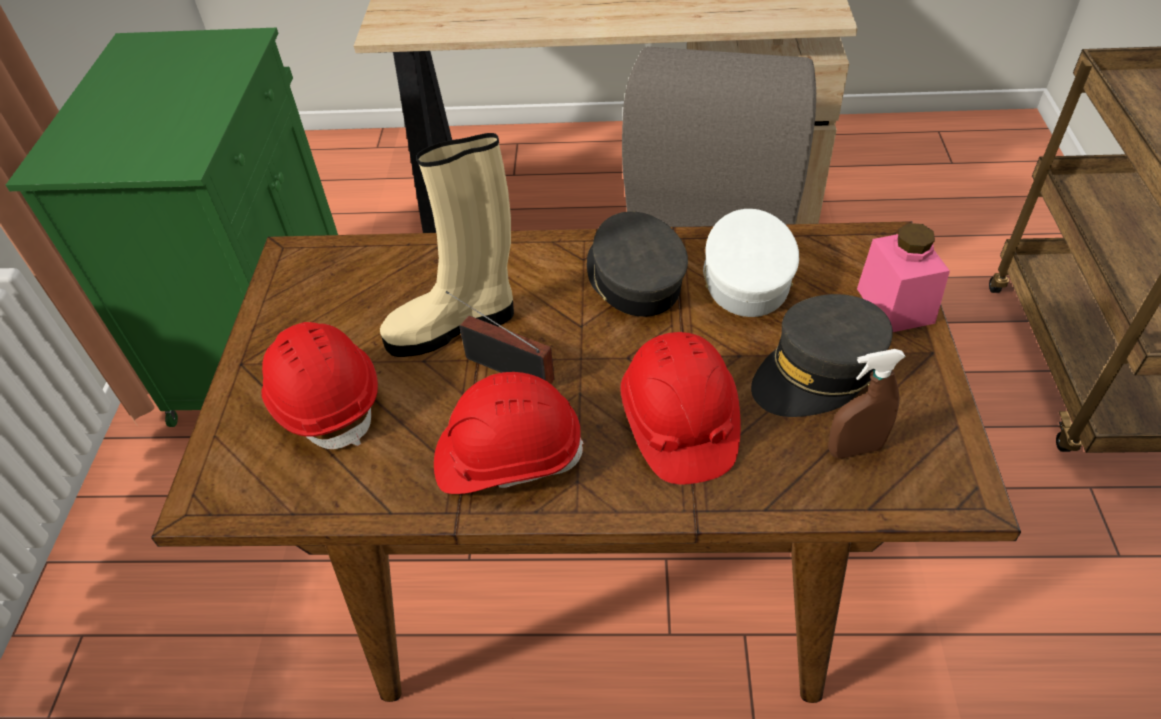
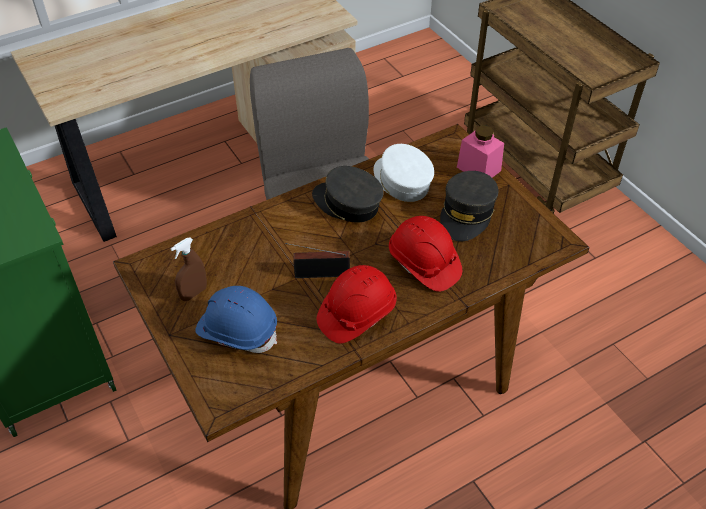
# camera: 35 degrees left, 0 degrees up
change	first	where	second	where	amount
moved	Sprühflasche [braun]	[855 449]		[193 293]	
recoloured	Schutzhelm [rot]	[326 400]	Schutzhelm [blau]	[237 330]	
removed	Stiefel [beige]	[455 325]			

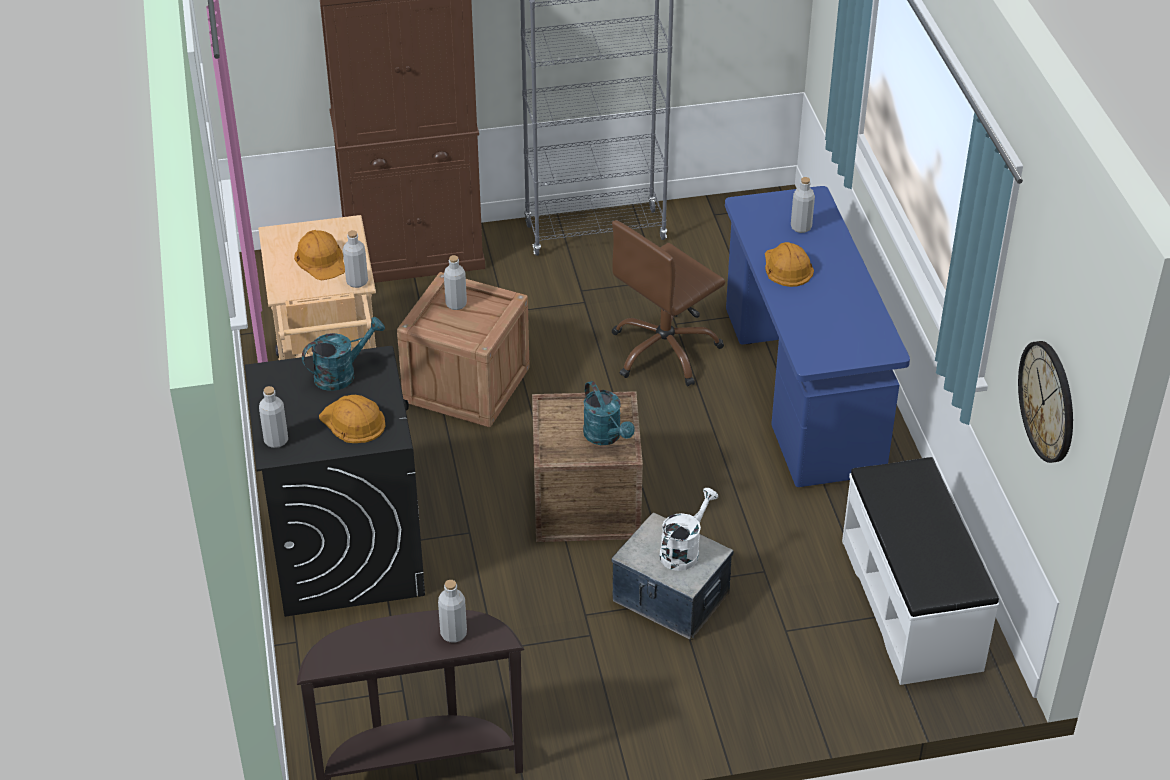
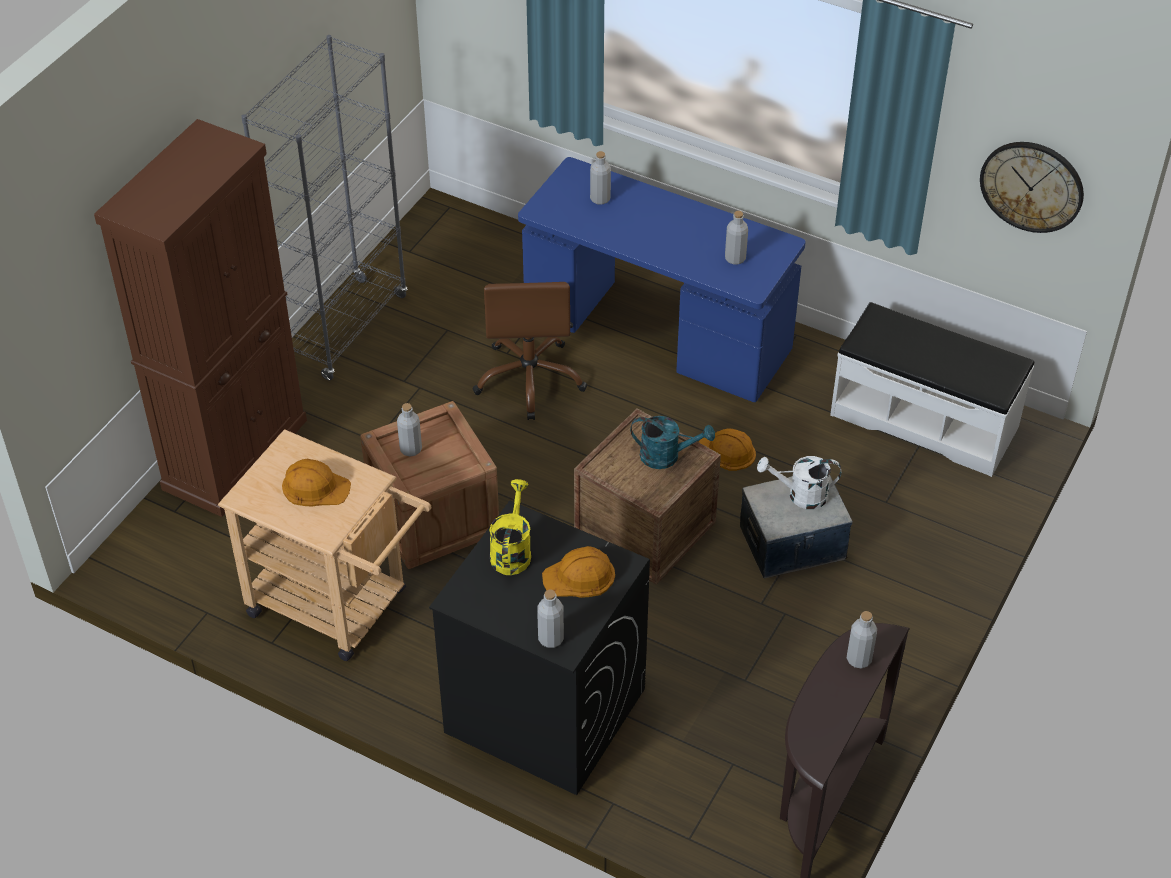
# camera: 50 degrees left, 5 degrees up
change	first	where	second	where	amount
recoloured	Gießkanne [türkis]	[342 374]	Gießkanne [gelb]	[511 550]	
moved	Schutzhelm [orange]	[787 267]		[727 451]	
moved	Flasche [grau]	[357 282]		[735 258]	
turned	Gießkanne [weiß]	[684 550]		[800 495]	75 degrees counterclockwise

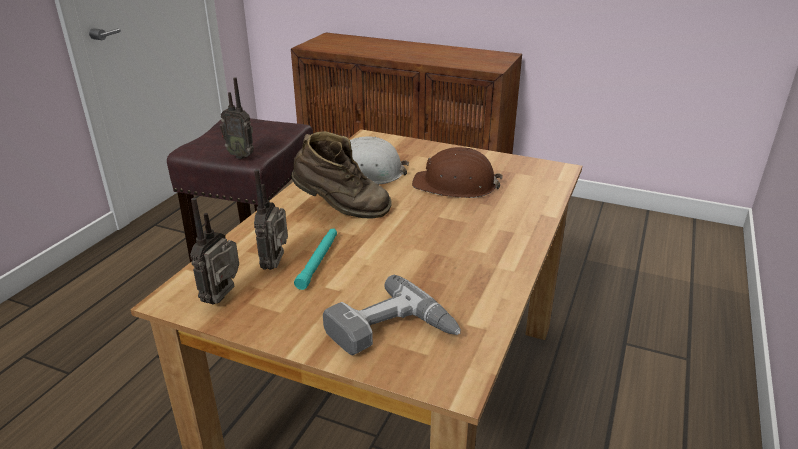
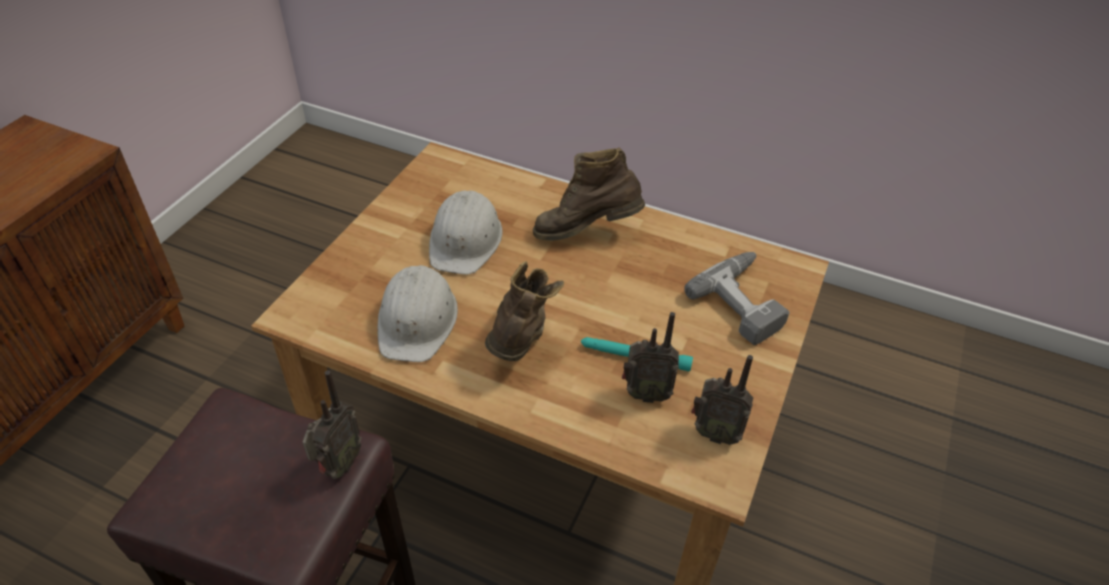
# camera: 90 degrees left, 15 degrees up
change	first	where	second	where	amount
recoloured	Schutzhelm [braun]	[455 185]	Schutzhelm [weiß]	[465 240]	
added			Stiefel [braun]	[586 232]	

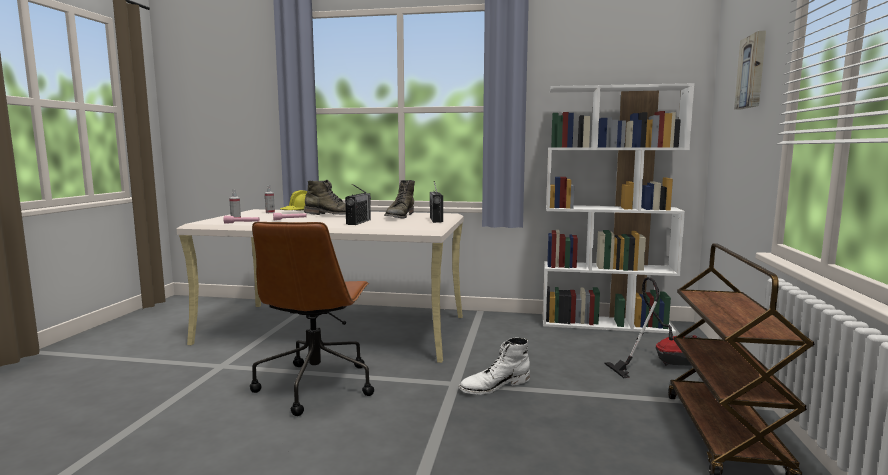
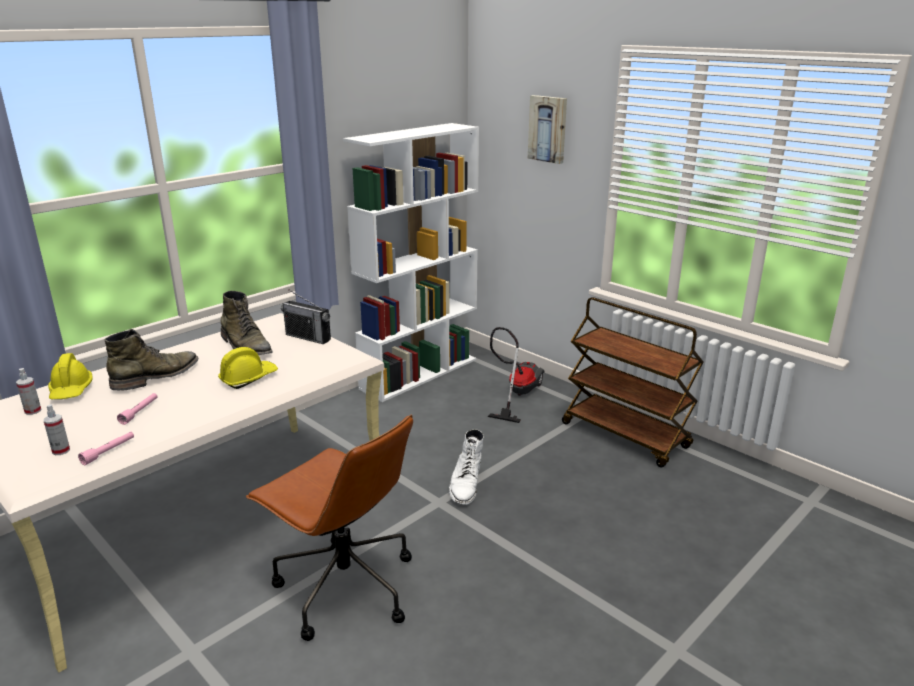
# camera: 55 degrees left, 15 degrees up
change	first	where	second	where	amount
replaced	Radio	[358 222]	Schutzhelm [gelb]	[248 378]	

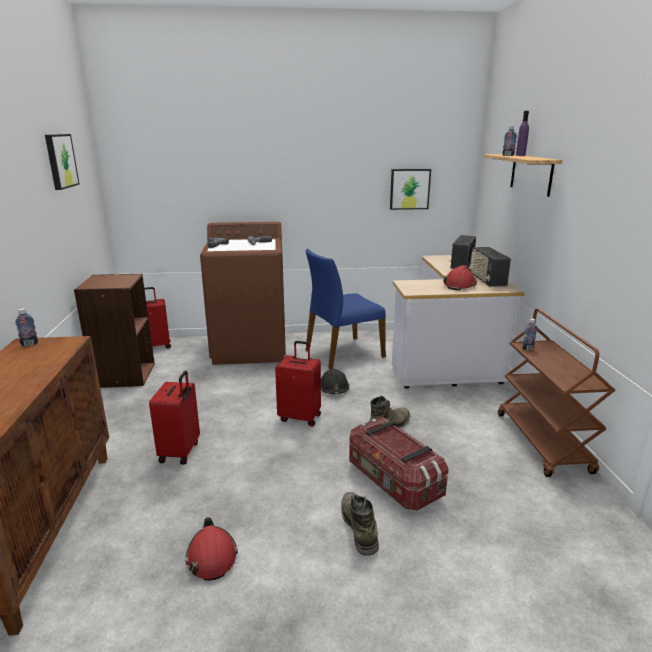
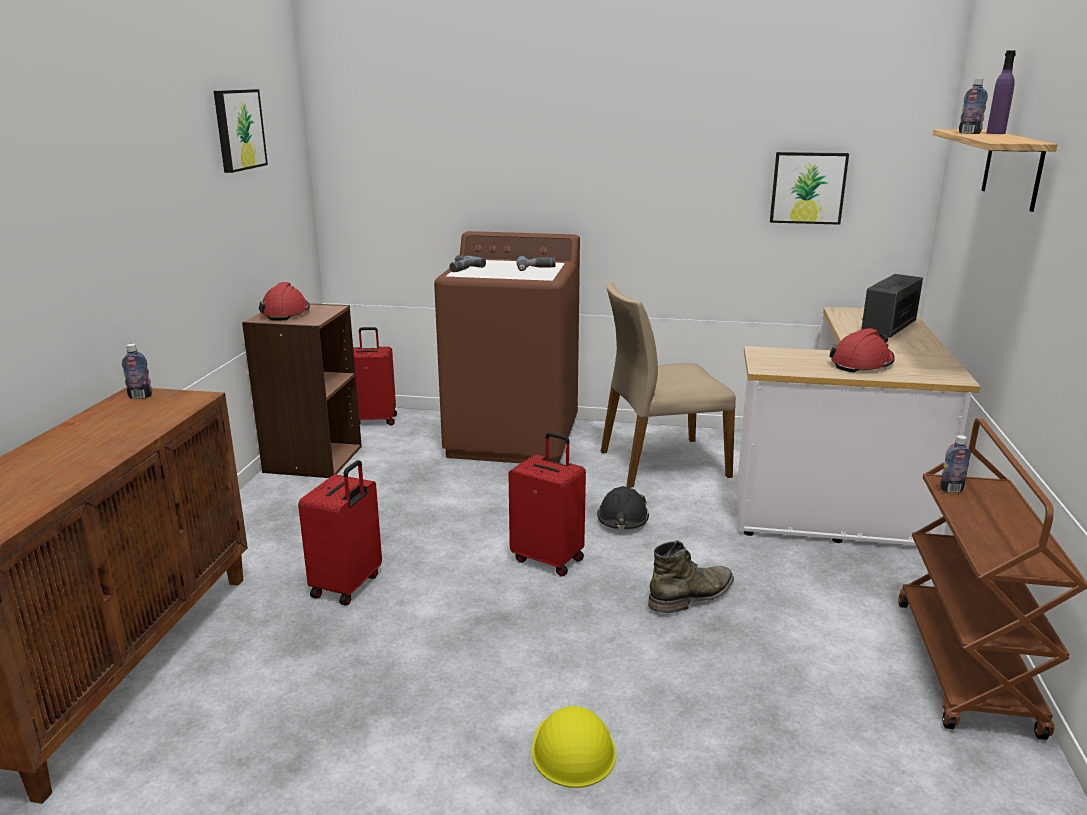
# camera: 15 degrees right, 0 degrees up
change	first	where	second	where	amount
moved	Schutzhelm [rot]	[211 556]		[285 313]	
replaced	Stiefel [grün]	[359 526]	Schutzhelm [gelb]	[573 749]	
recoloured	Stuhl [blau]	[343 353]	Stuhl [beige]	[661 463]	
removed	Aufbewahrungsbox	[393 481]			
removed	Radio	[487 281]			

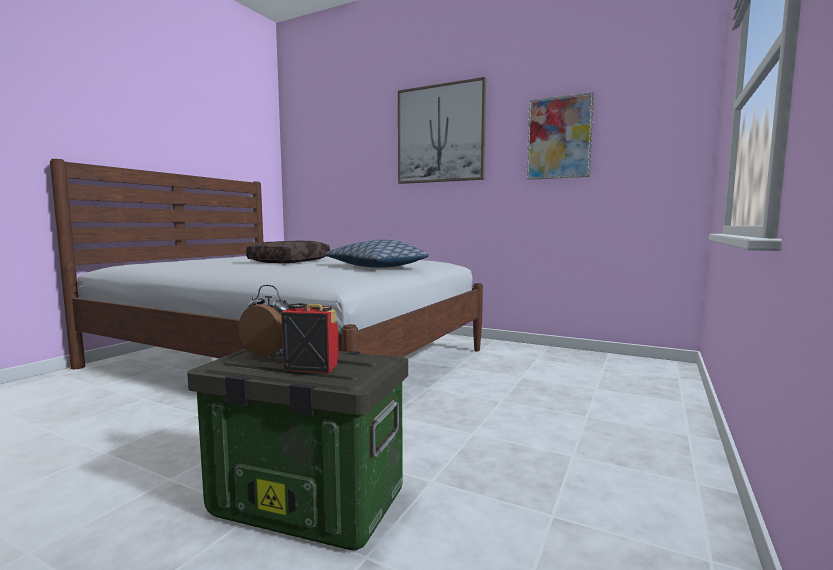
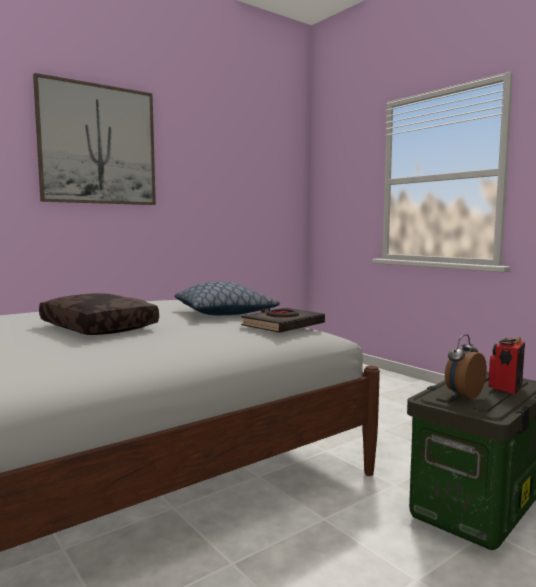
# camera: 65 degrees left, 0 degrees up
change	first	where	second	where	amount
added			Buch [schwarz]	[283 326]	
removed	Bild	[559 138]			

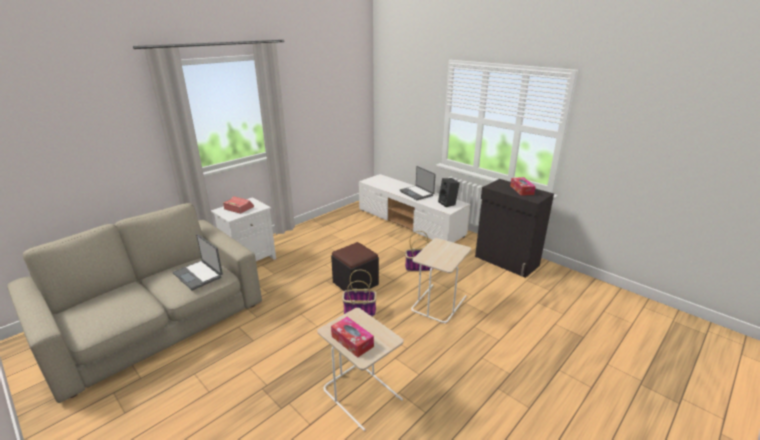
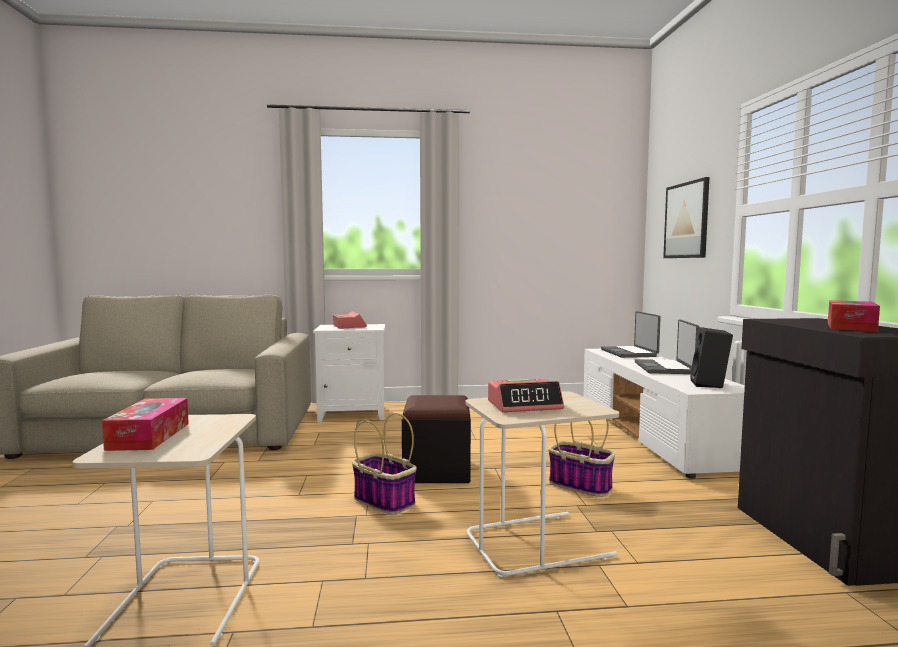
# camera: 40 degrees right, 20 degrees down
change	first	where	second	where	amount
added			Wecker	[525 405]	
moved	Laptop	[199 275]		[629 353]	
added			Bild	[686 220]	

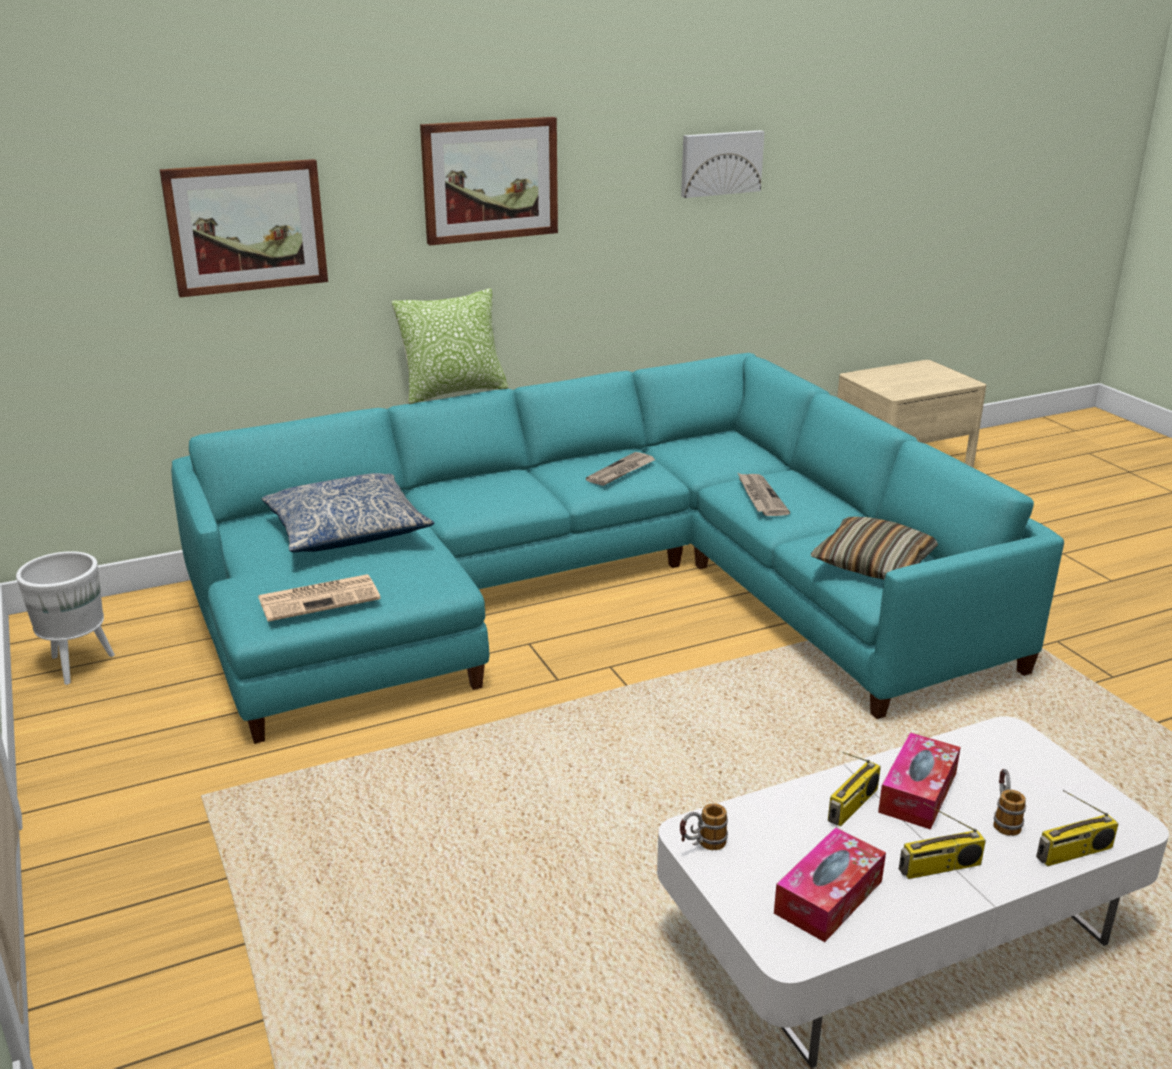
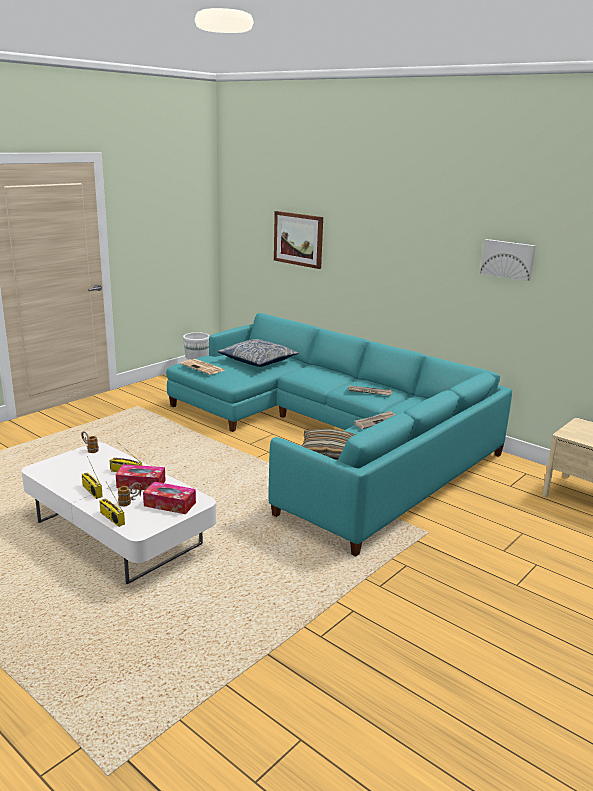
# camera: 65 degrees right, 5 degrees down
change	first	where	second	where	amount
moved	Taschentuchbox	[828 897]		[170 504]	
removed	Kissen	[453 392]			
removed	Bild	[490 180]			

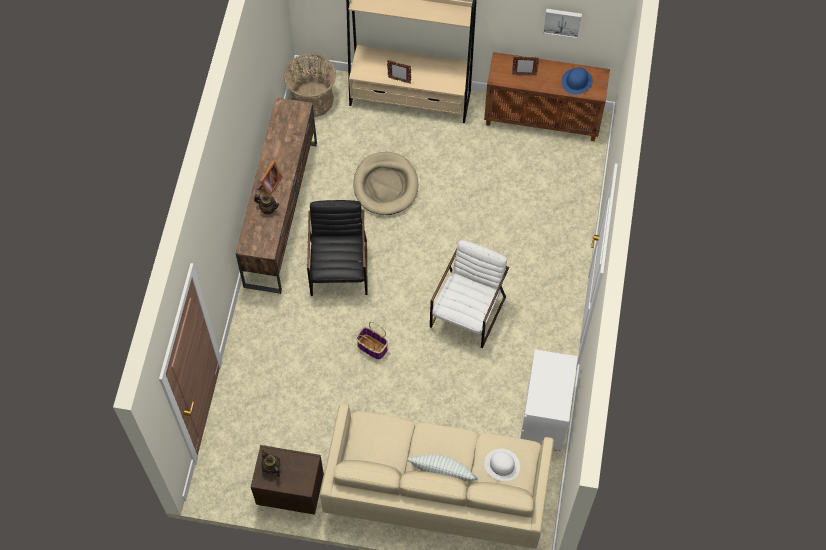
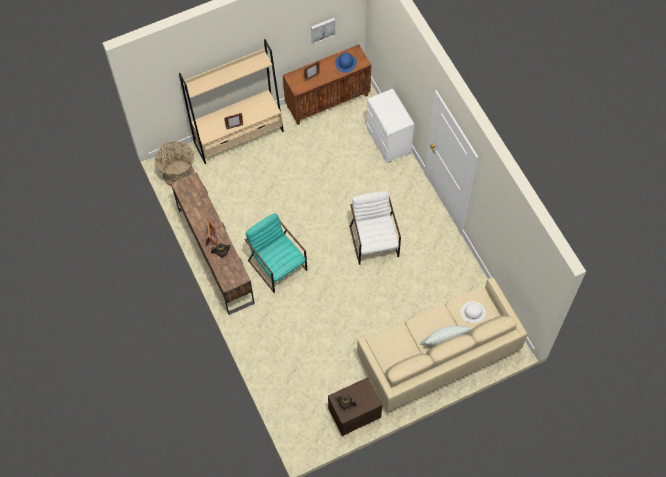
# camera: 35 degrees left, 0 degrees up
change	first	where	second	where	amount
recoloured	Sessel [schwarz]	[339 268]	Sessel [türkis]	[277 265]	
moved	Kommode [weiß]	[544 416]		[388 141]	
removed	Hundebett [beige]	[385 185]			
removed	Korb	[371 347]			

